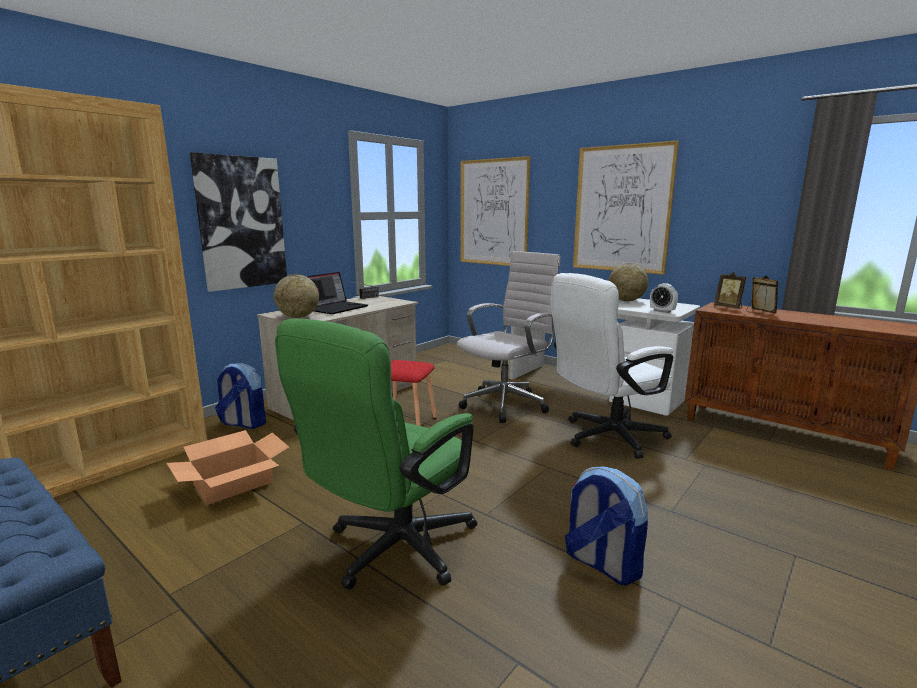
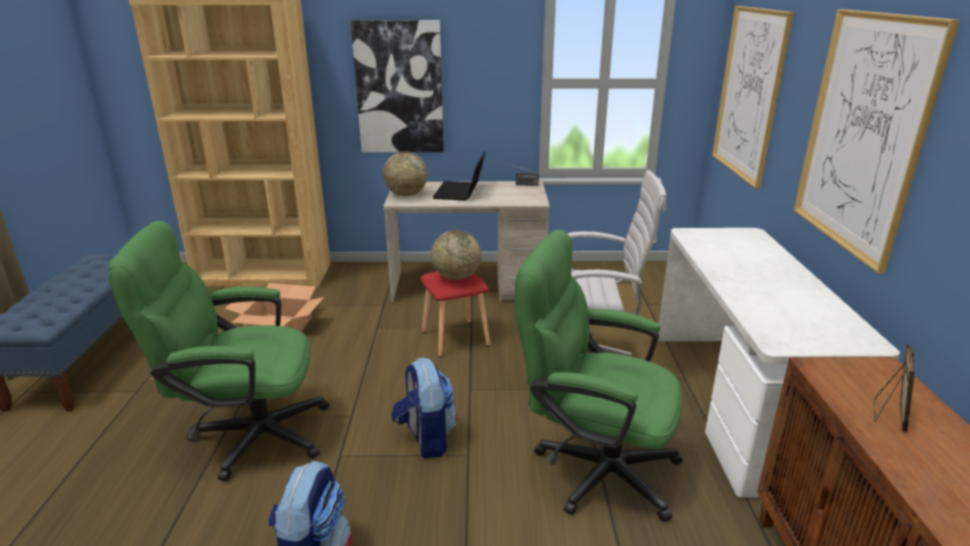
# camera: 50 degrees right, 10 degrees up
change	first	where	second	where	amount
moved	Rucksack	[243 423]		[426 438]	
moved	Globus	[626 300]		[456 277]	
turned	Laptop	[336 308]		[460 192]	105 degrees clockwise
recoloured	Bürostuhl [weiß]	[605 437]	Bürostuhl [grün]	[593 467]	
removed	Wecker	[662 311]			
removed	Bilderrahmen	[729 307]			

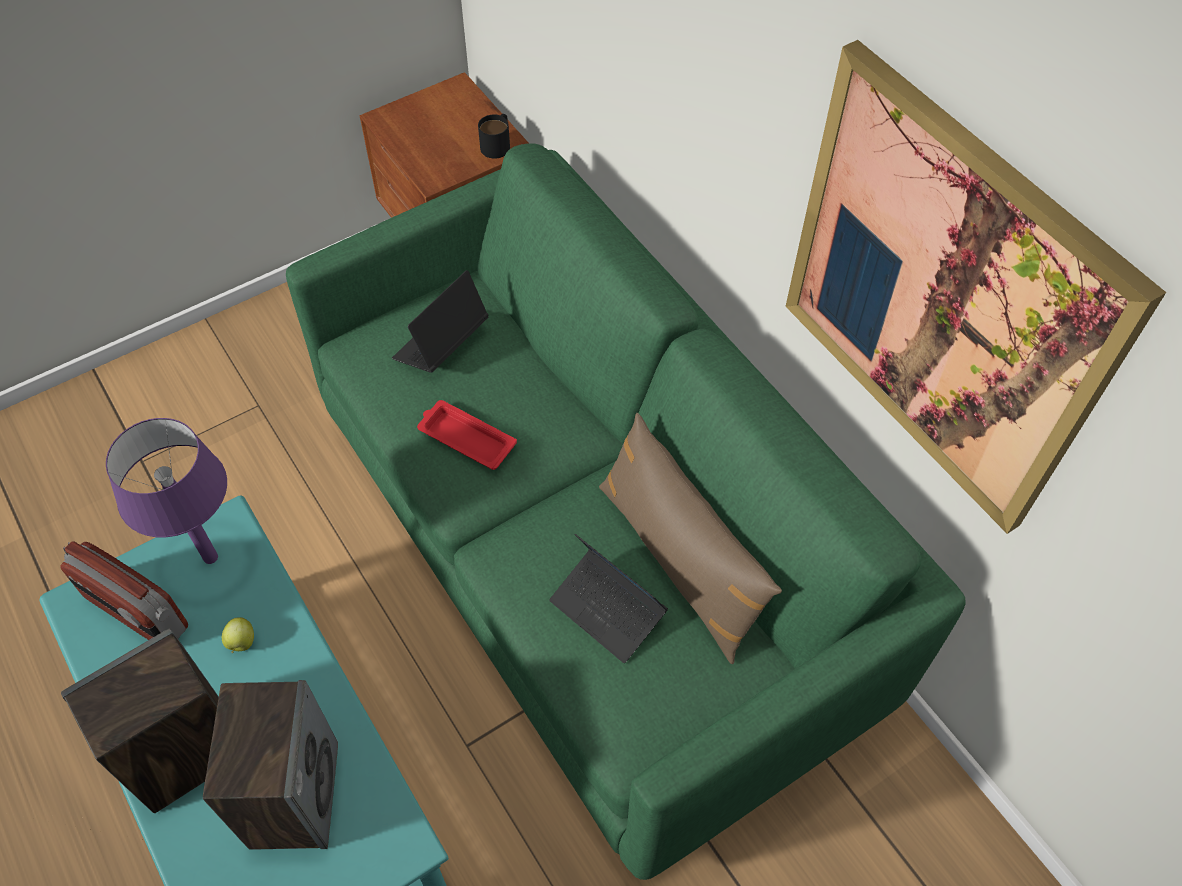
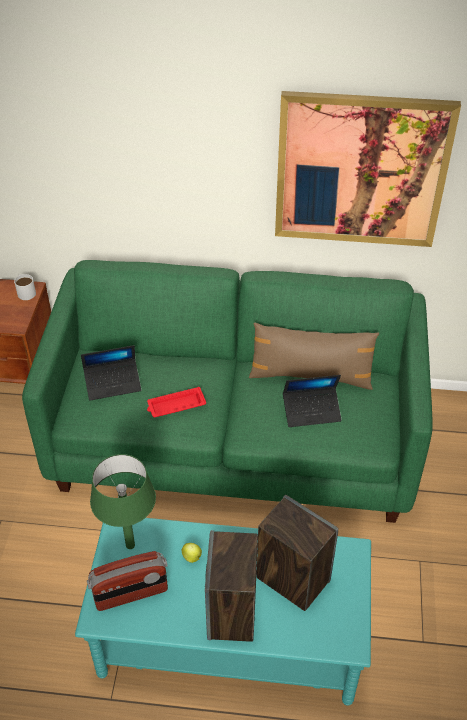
# camera: 50 degrees left, 10 degrees down
change	first	where	second	where	amount
recoloured	Henkelbecher [schwarz]	[498 143]	Henkelbecher [weiß]	[25 291]	
turned	Laptop	[441 344]		[113 383]	90 degrees counterclockwise
recoloured	Tischlampe [lila]	[210 558]	Tischlampe [grün]	[130 545]	

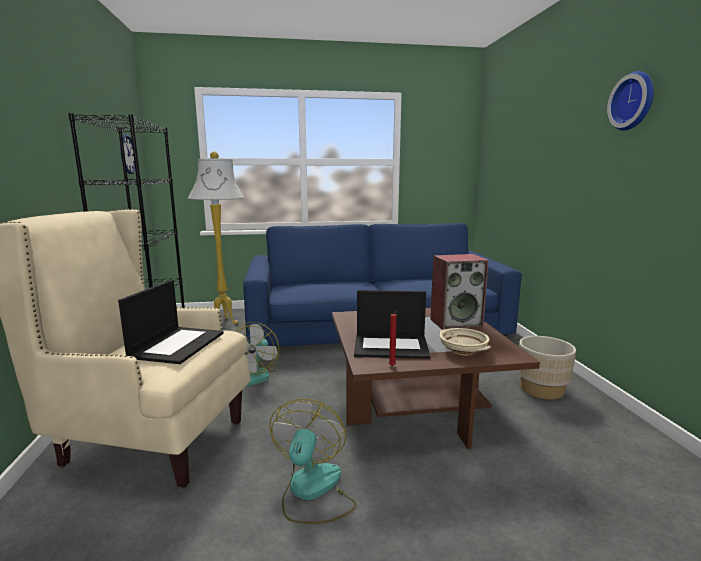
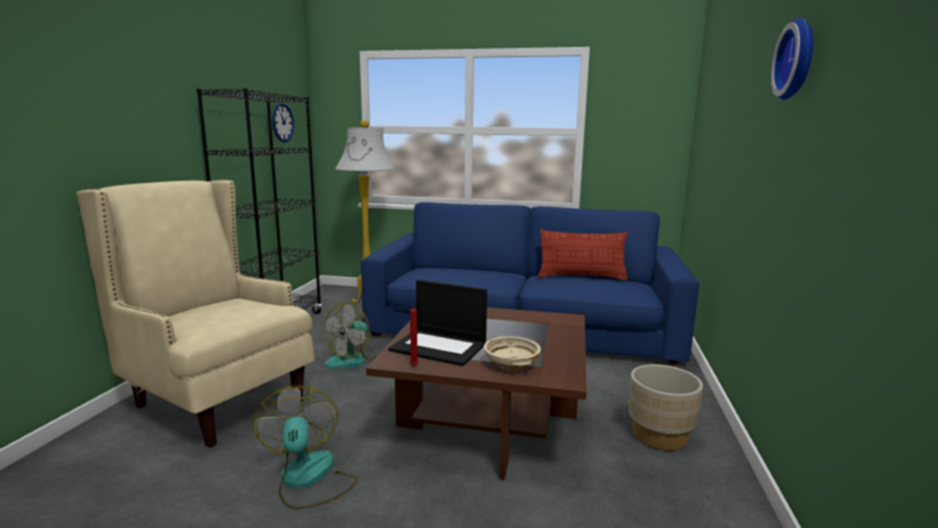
# camera: 20 degrees right, 0 degrees up
change	first	where	second	where	amount
turned	Ventilator	[312 491]		[308 479]	45 degrees counterclockwise
added			Kissen	[581 277]	
removed	Laptop	[177 344]			
removed	Lautsprecher	[456 323]			

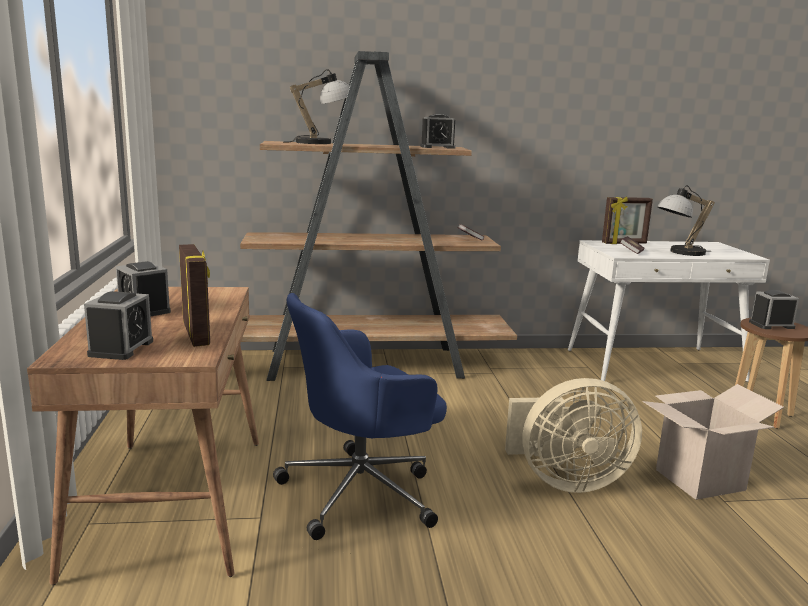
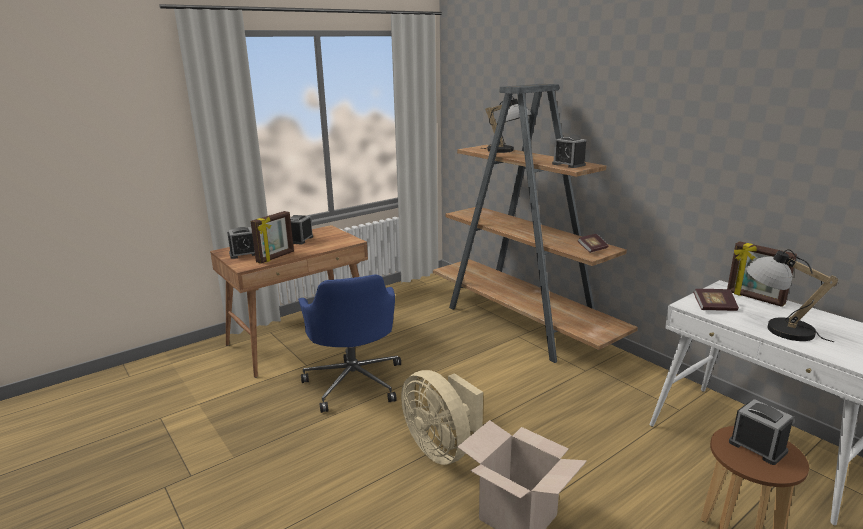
# camera: 60 degrees right, 5 degrees up
change	first	where	second	where	amount
turned	Bürostuhl [blau]	[362 492]		[354 382]	135 degrees counterclockwise

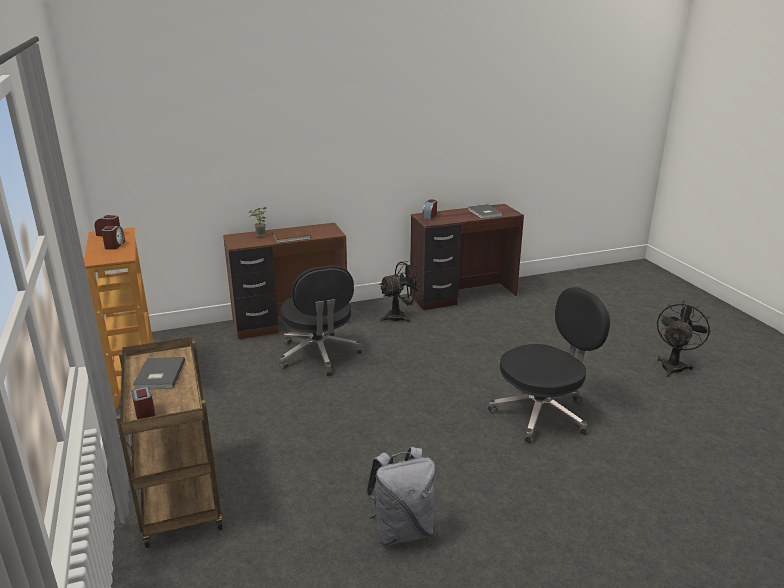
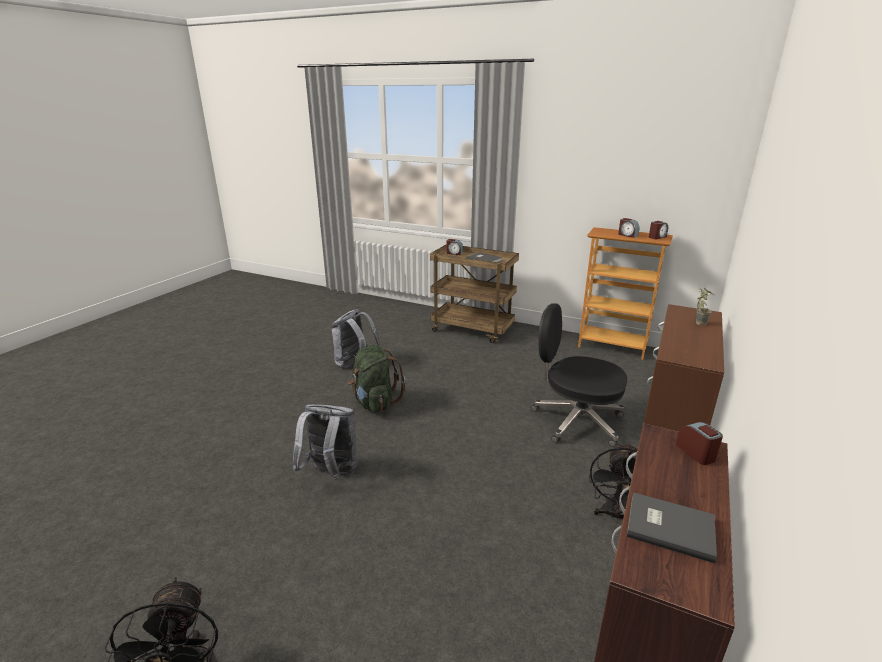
# camera: 135 degrees right, 0 degrees up
change	first	where	second	where	amount
replaced	Bürostuhl [schwarz]	[542 413]	Rucksack [grau]	[331 473]	
added			Rucksack [grün]	[375 402]	
removed	Buch [braun]	[292 237]			

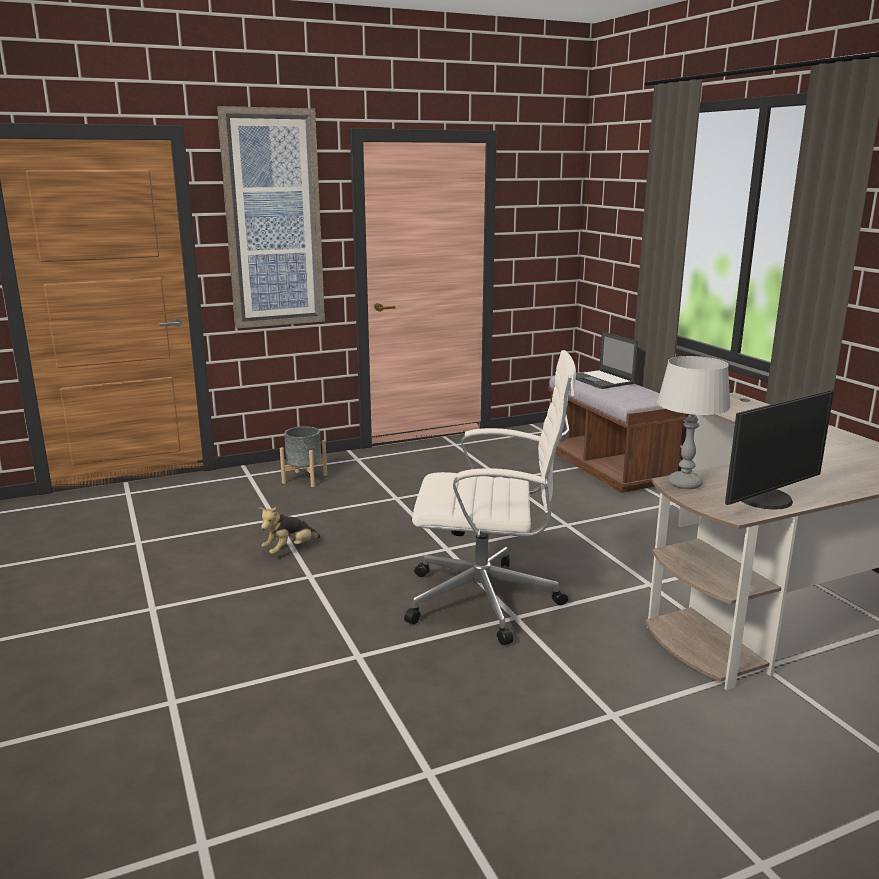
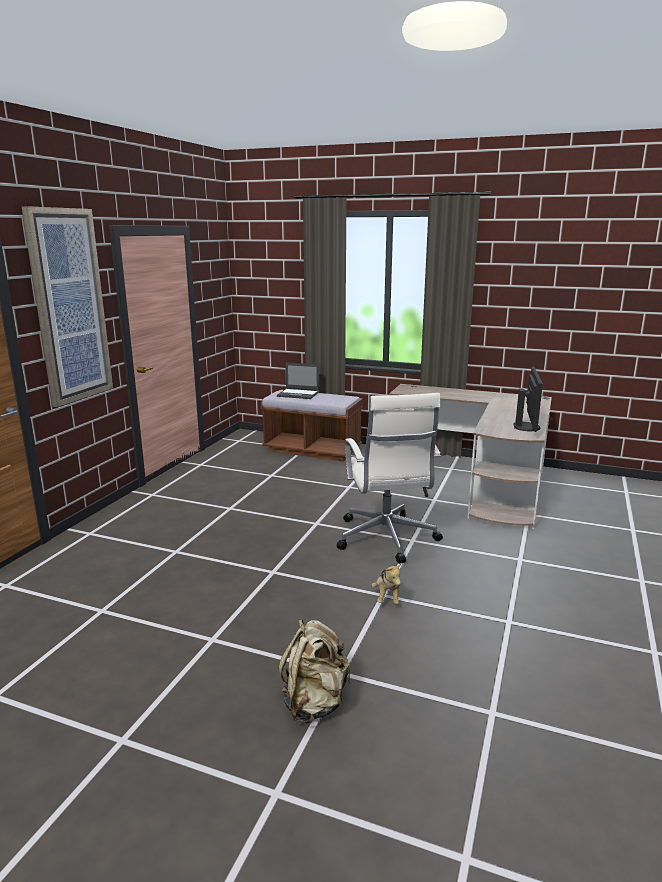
# camera: 45 degrees left, 0 degrees up
change	first	where	second	where	amount
added			Rucksack [beige]	[315 702]	
turned	Bürostuhl [weiß]	[487 601]		[386 539]	120 degrees clockwise
moved	Plüschtier	[289 550]		[387 597]	
removed	Pflanzkübel [grau]	[304 479]			
removed	Tischlampe [grau]	[684 484]			

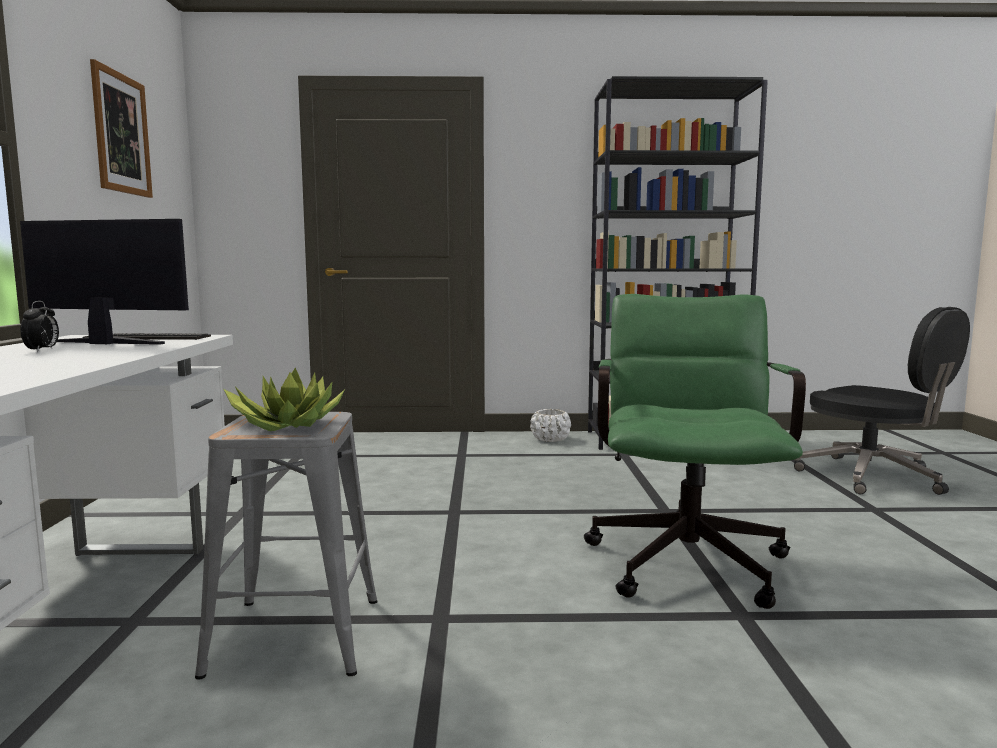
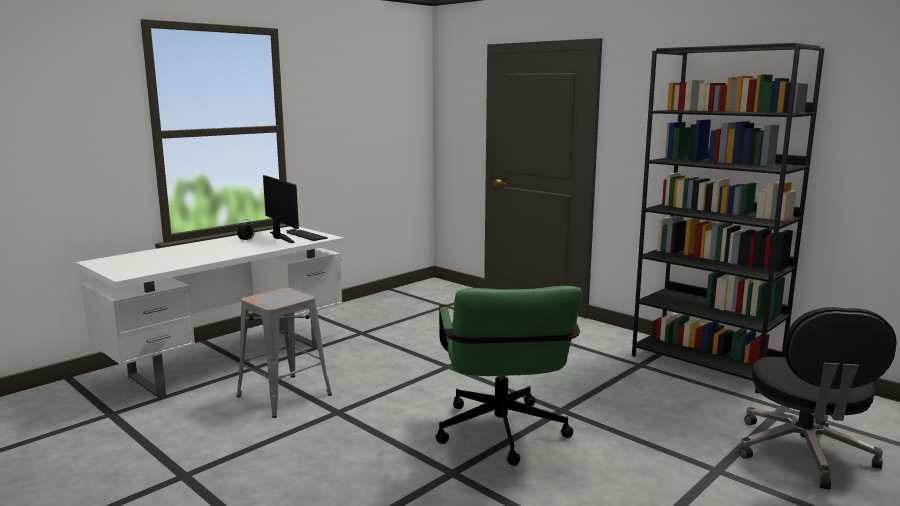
# camera: 45 degrees right, 5 degrees up
change	first	where	second	where	amount
turned	Bürostuhl [grün]	[686 556]		[502 437]	120 degrees clockwise
removed	Bild	[121 133]			
removed	Topfpflanze	[287 424]			
removed	Pflanzkübel [weiß]	[550 439]			

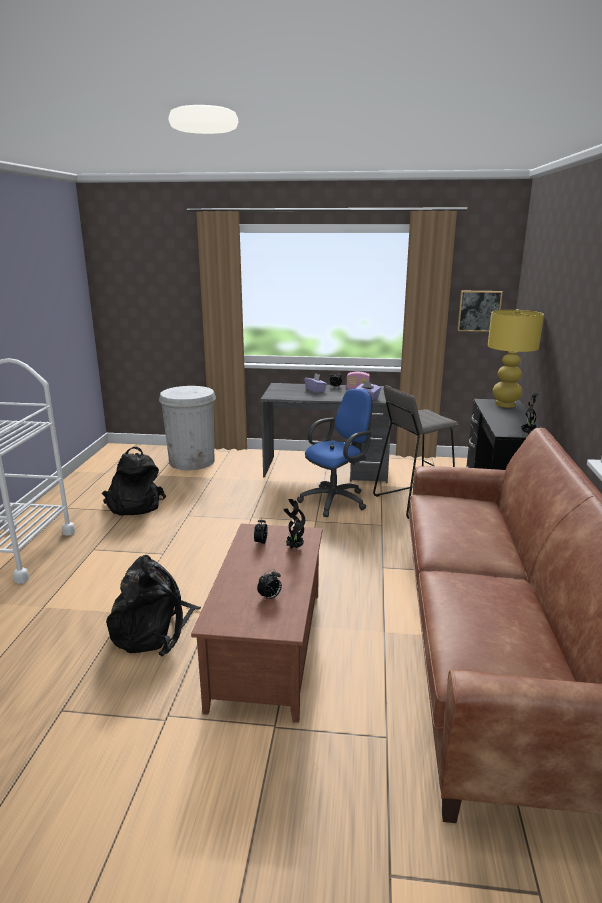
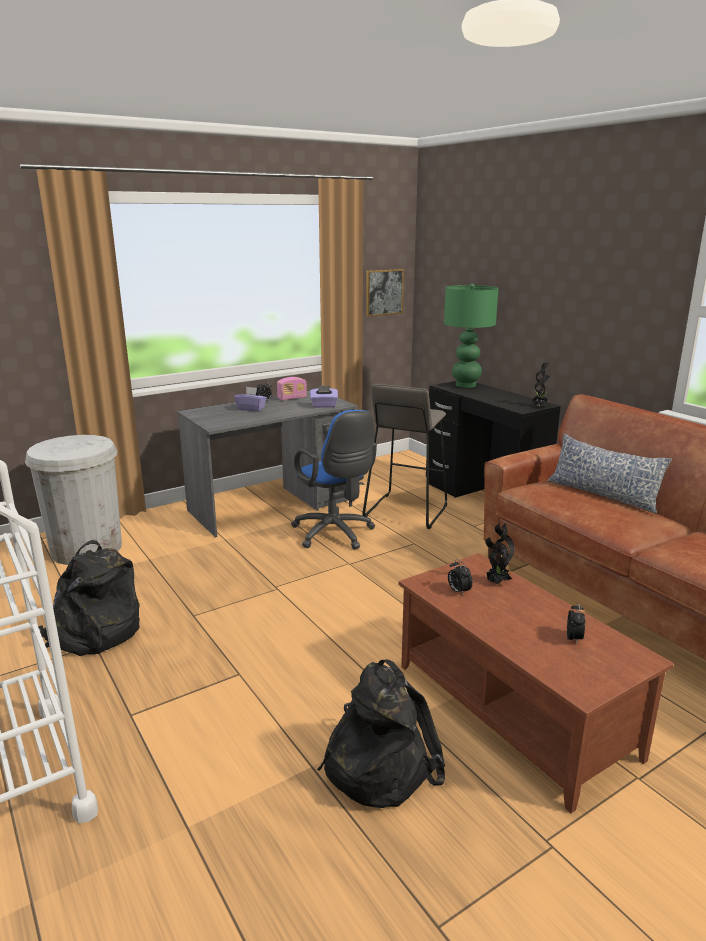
# camera: 40 degrees left, 0 degrees up
change	first	where	second	where	amount
turned	Bürostuhl [blau]	[337 500]		[335 535]	135 degrees clockwise
recoloured	Tischlampe [gelb]	[505 404]	Tischlampe [grün]	[466 385]	
added			Kissen	[602 494]	

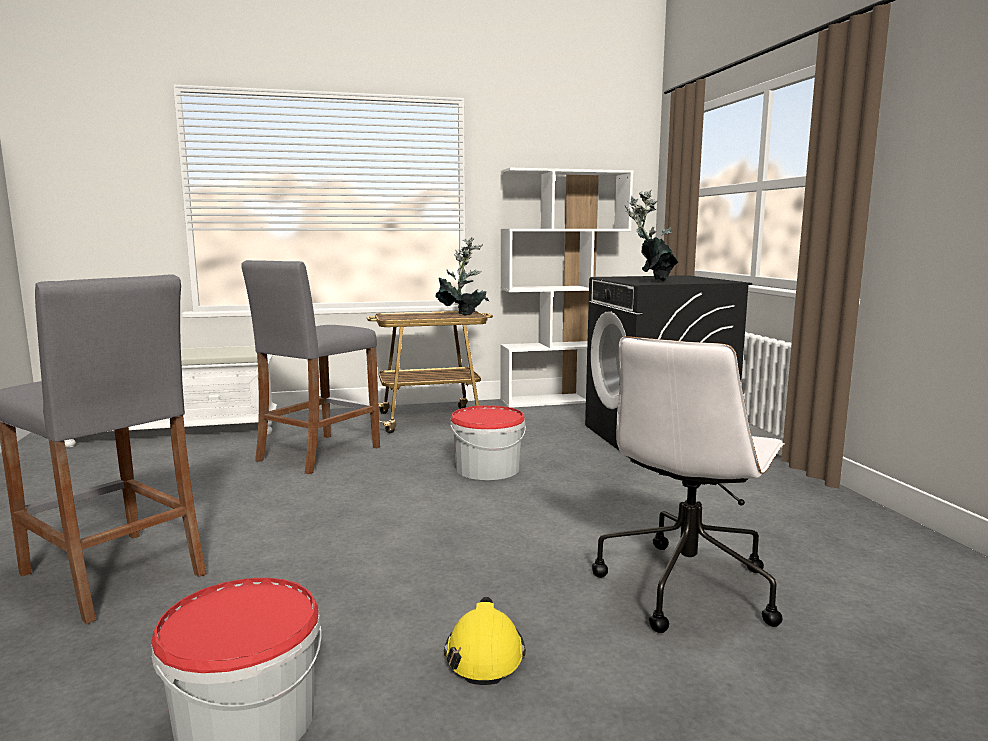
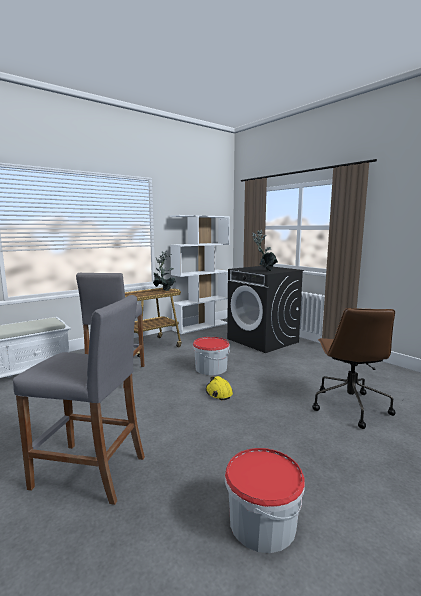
# camera: 25 degrees left, 0 degrees up
change	first	where	second	where	amount
moved	Schutzhelm [gelb]	[484 655]		[218 393]	
recoloured	Bürostuhl [weiß]	[686 586]	Bürostuhl [braun]	[349 406]	

